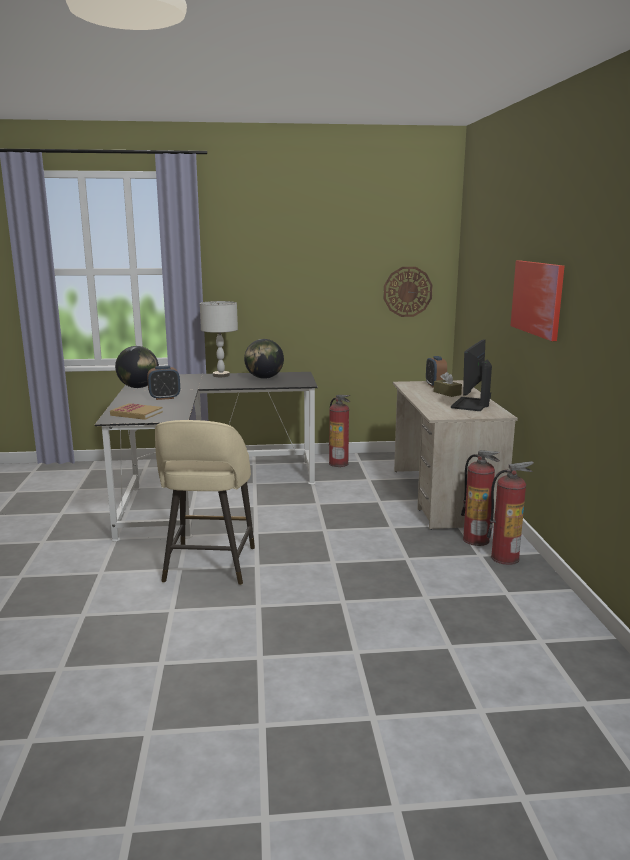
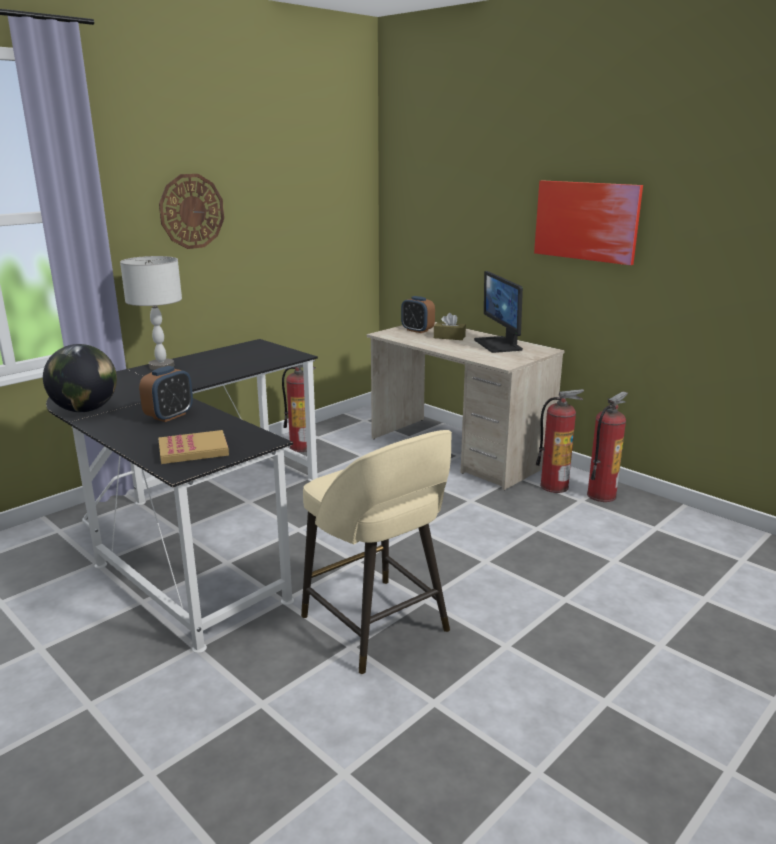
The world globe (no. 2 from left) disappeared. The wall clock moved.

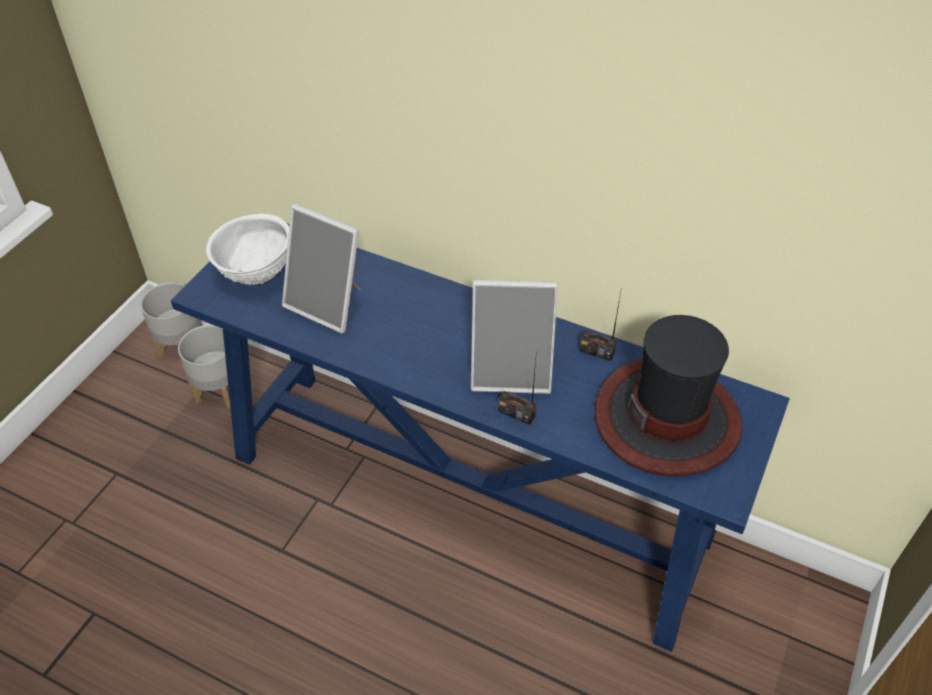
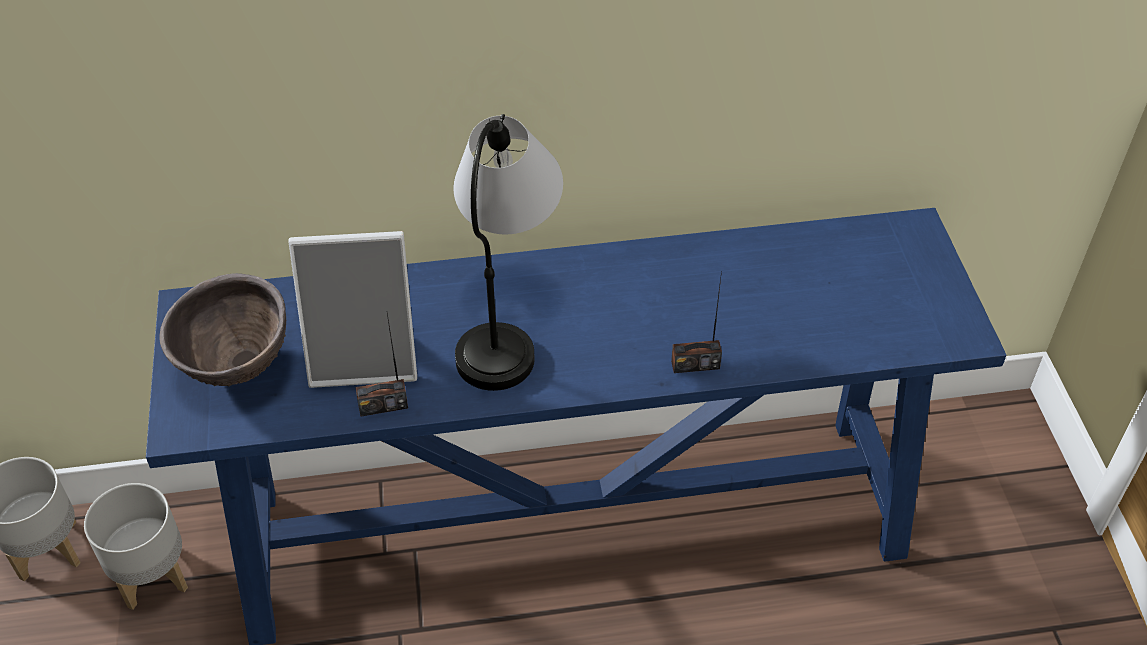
The photo frame (no. 2 from left) disappeared. The clothing hat disappeared. The table lamp appeared. The radio (no. 2 from left in the first image) moved. The white serving bowl became the brownish serving bowl.

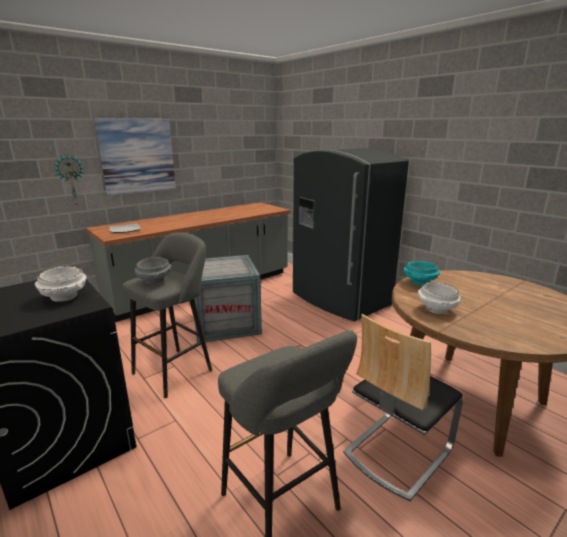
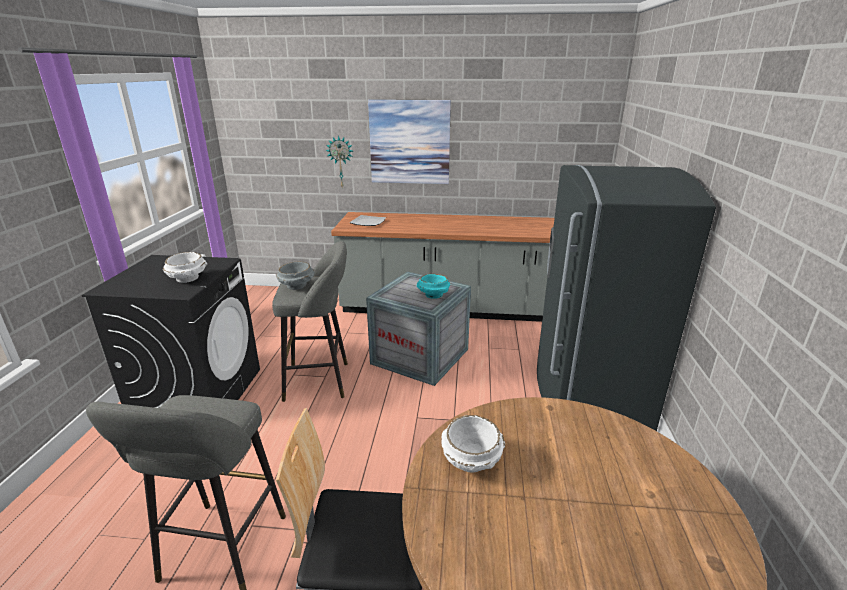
The blue-green serving bowl moved.

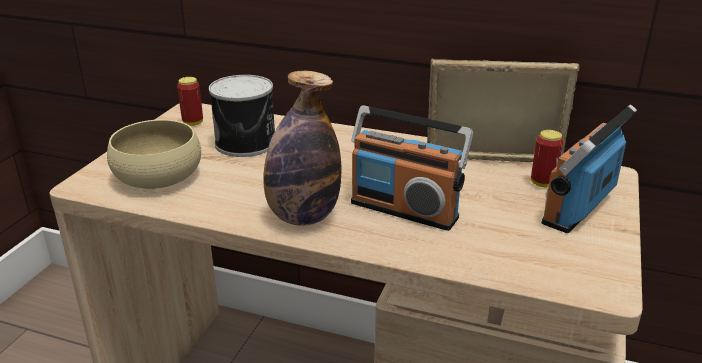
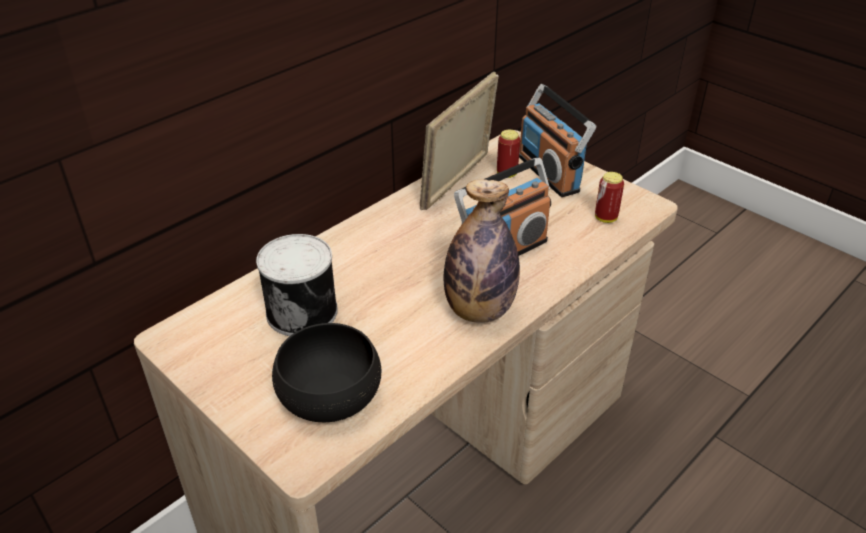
The can (no. 1 from left in the first image) moved. The beige-coloured serving bowl became the blackish serving bowl.

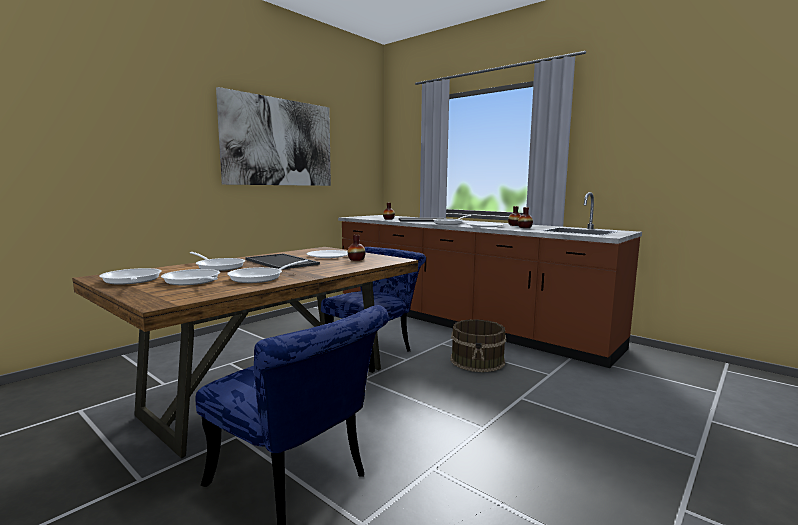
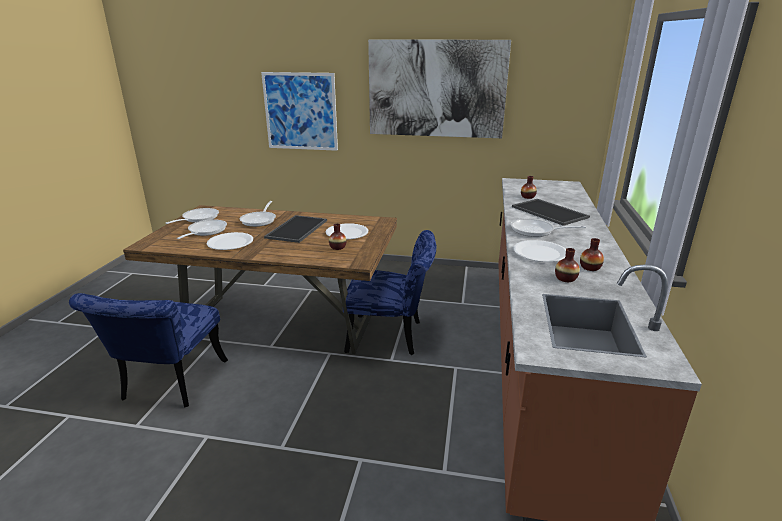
The brownish bucket disappeared. The wall picture (no. 1 from left) appeared. The pan (no. 4 from left) was replaced by the white dinner plate (no. 1 from left).

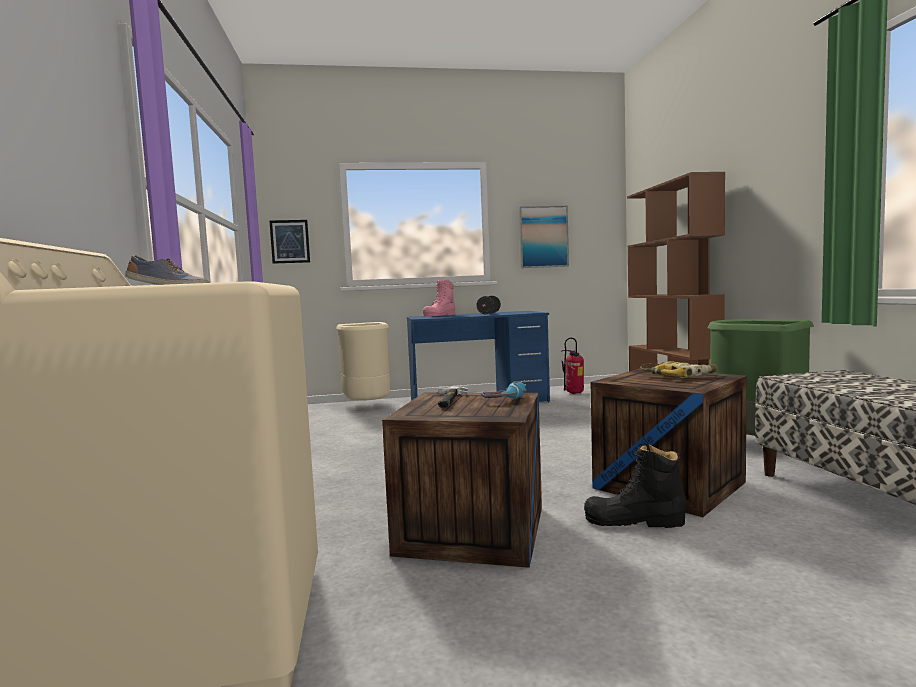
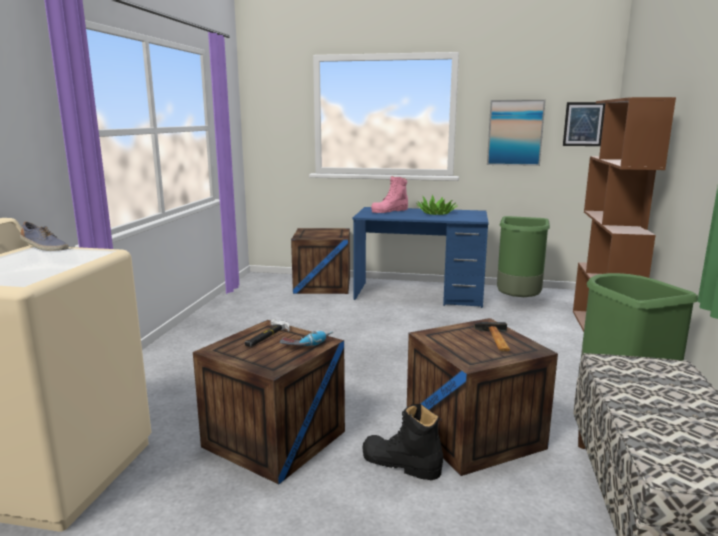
The wall picture (no. 1 from left in the first image) moved. The beige-coloured rubbish bin was replaced by the packing crate (no. 2 from left). The blackish hand weight was replaced by the plant in a pot. The extinguisher was replaced by the green-coloured rubbish bin (no. 1 from left). The power drill (no. 2 from left) was replaced by the tool hammer (no. 2 from left).

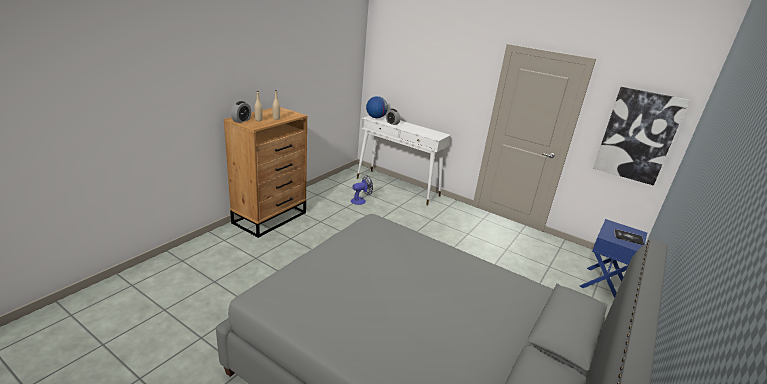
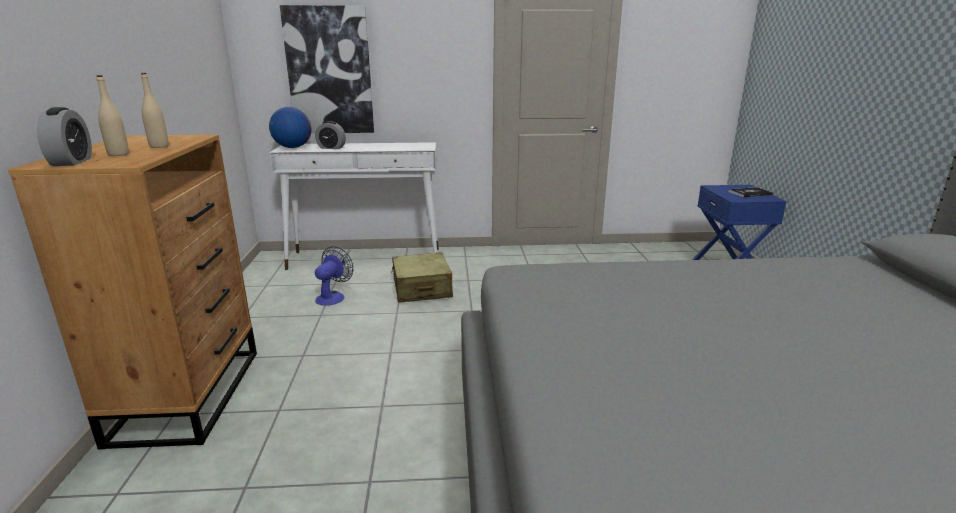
The beige-coloured suitcase appeared. The wall picture moved.

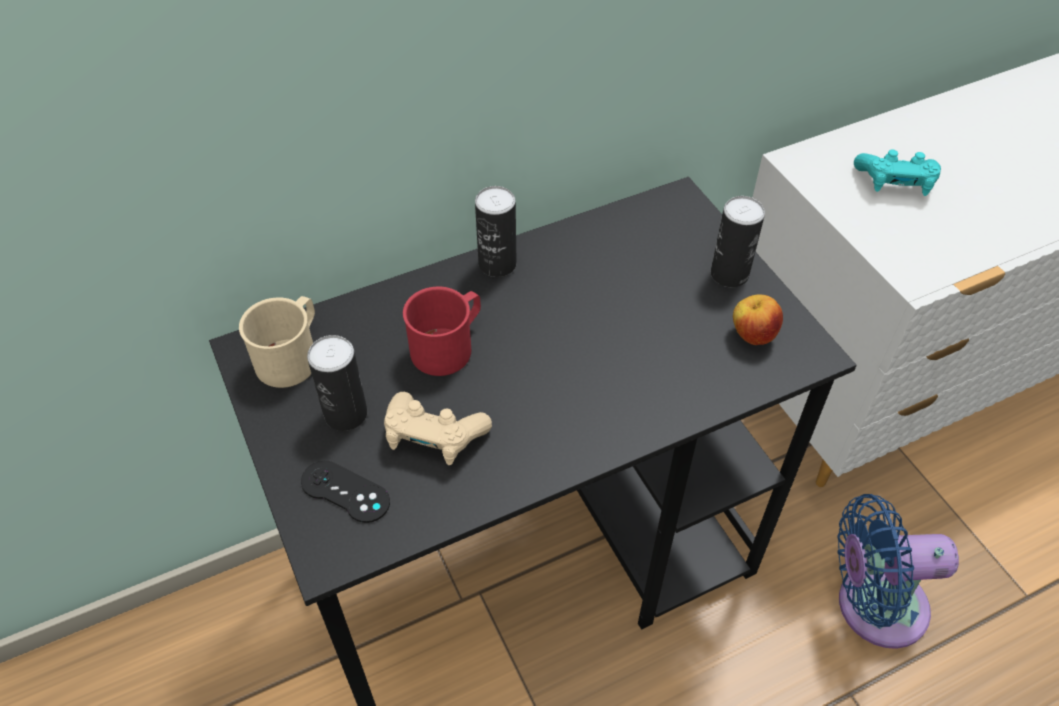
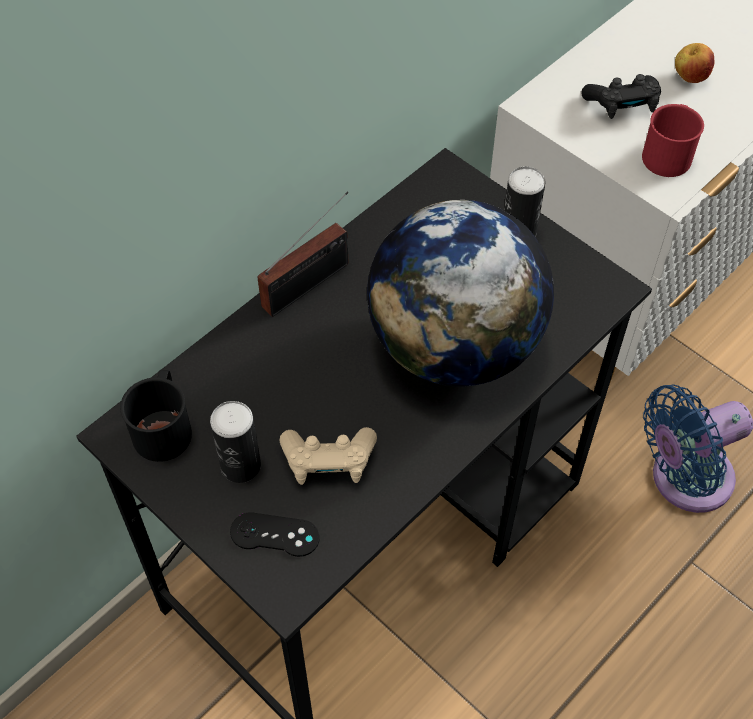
The world globe appeared. The red-coloured coffee mug moved. The whole apple moved. The can (no. 2 from left) was replaced by the radio. The beige-coloured coffee mug became the blackish coffee mug. The blue-green joypad became the blackish joypad (no. 2 from left).

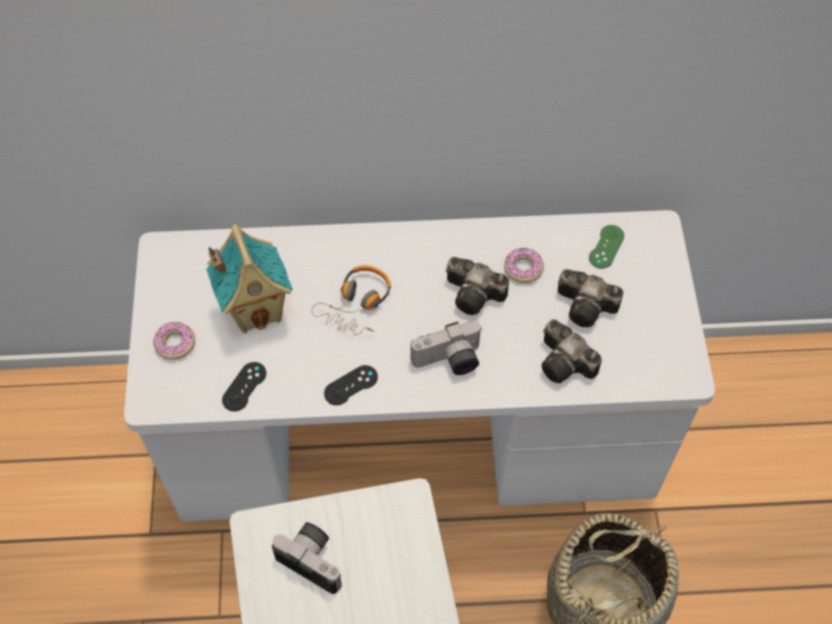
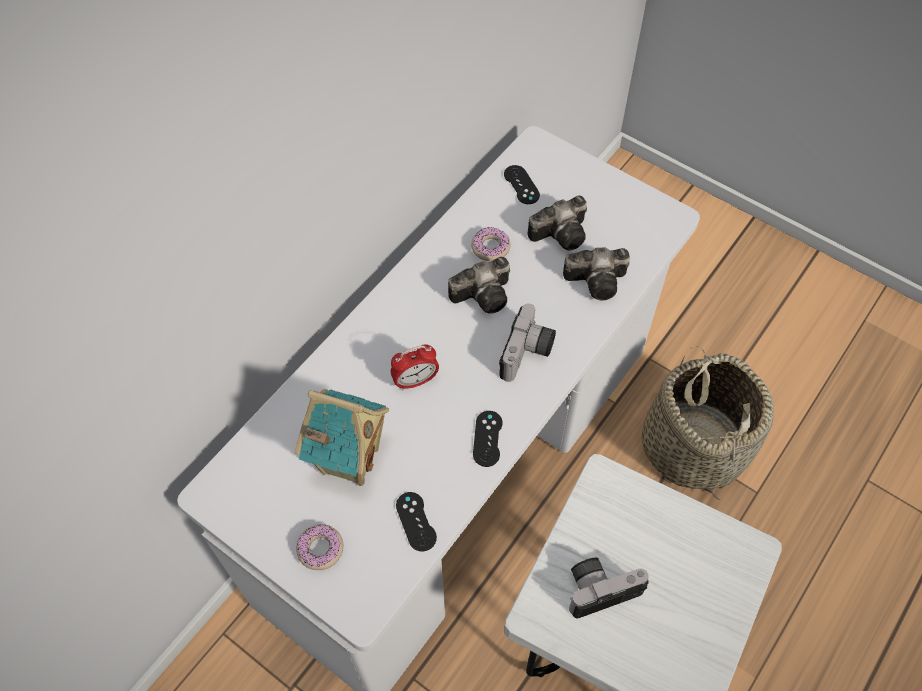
The headset was replaced by the table clock. The green-coloured joypad became the blackish joypad (no. 3 from left).

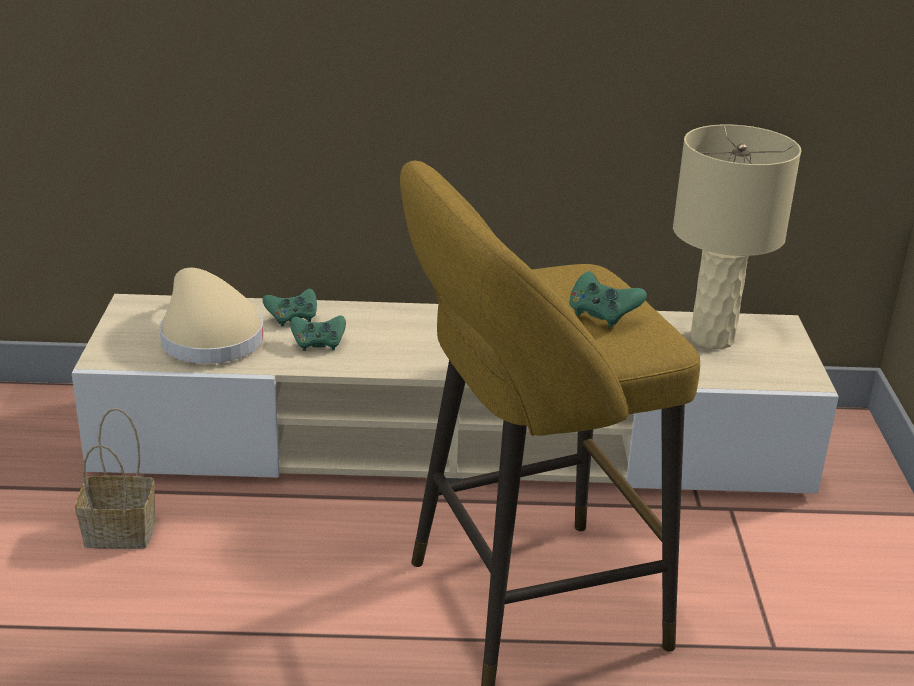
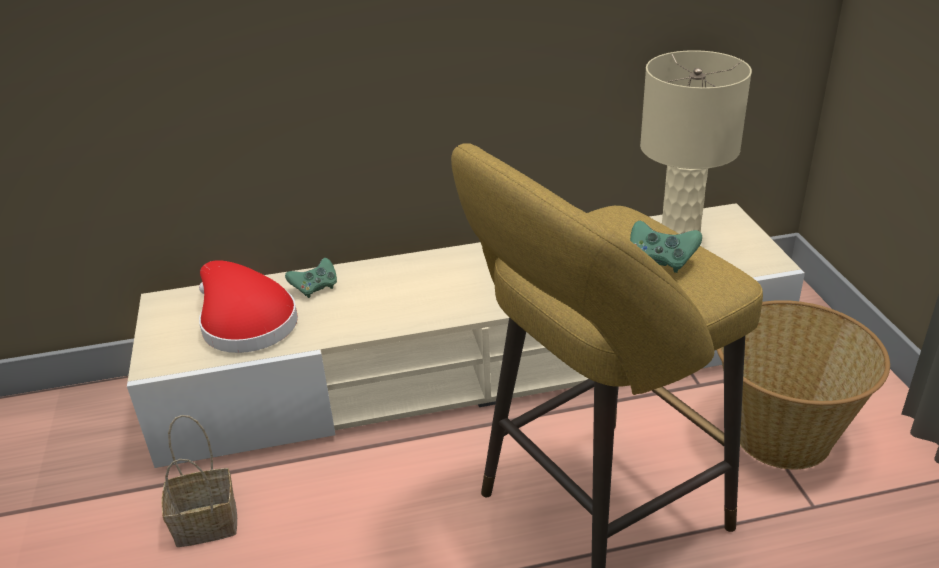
The green-coloured joypad (no. 2 from left) disappeared. The household basket (no. 2 from left) appeared. The beige-coloured clothing hat became the red-coloured clothing hat.

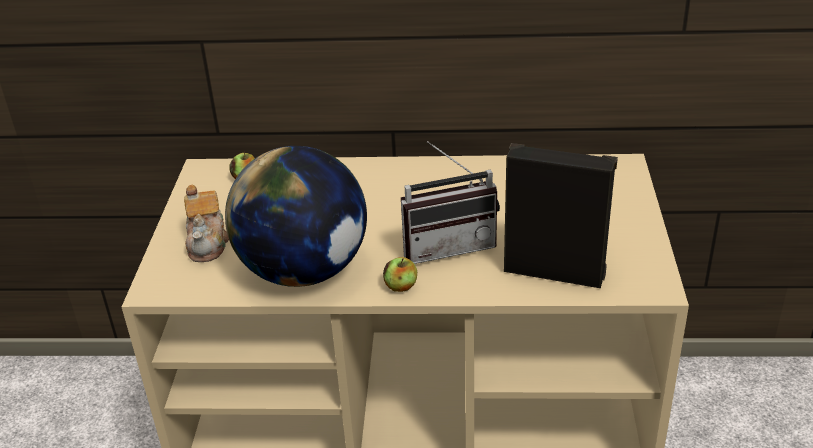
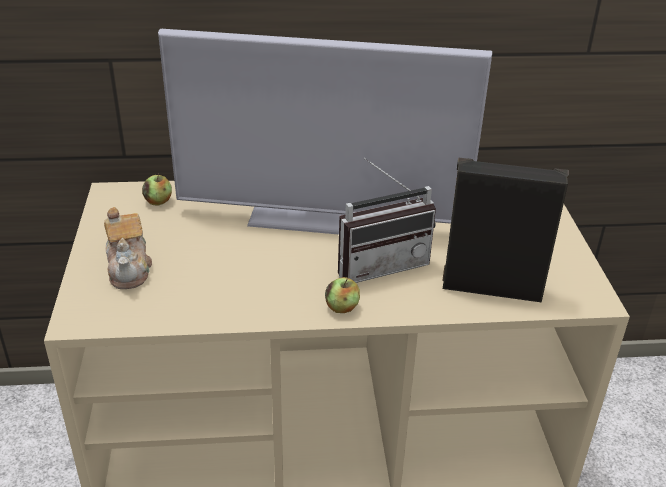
The world globe disappeared. The TV set appeared.

